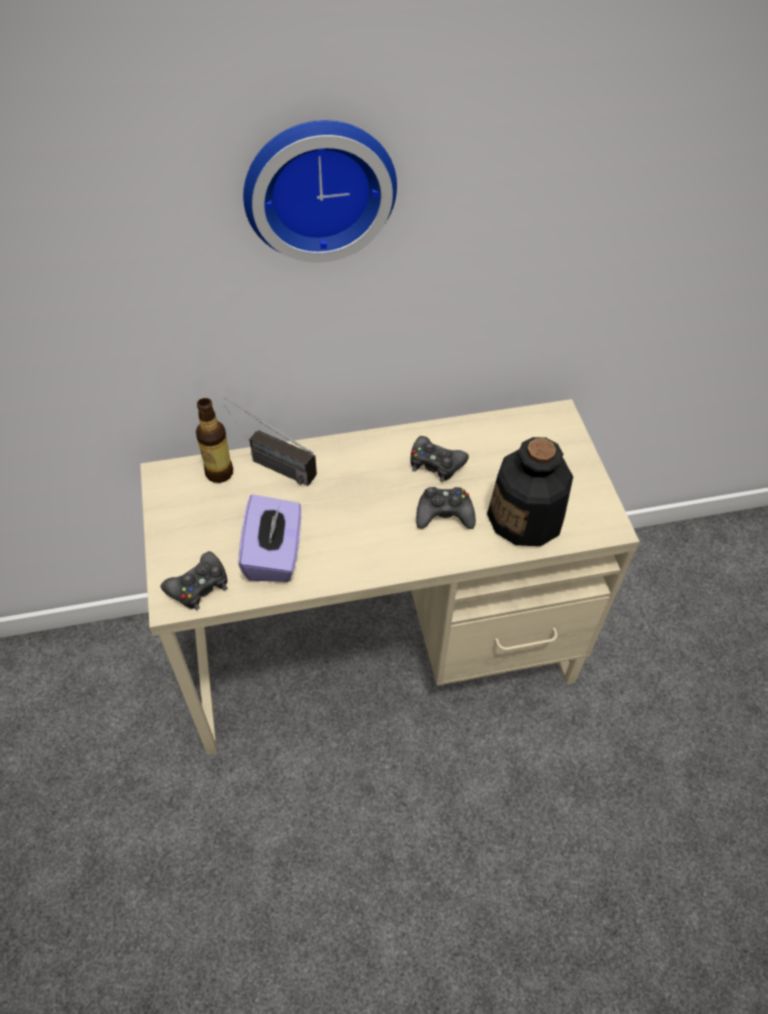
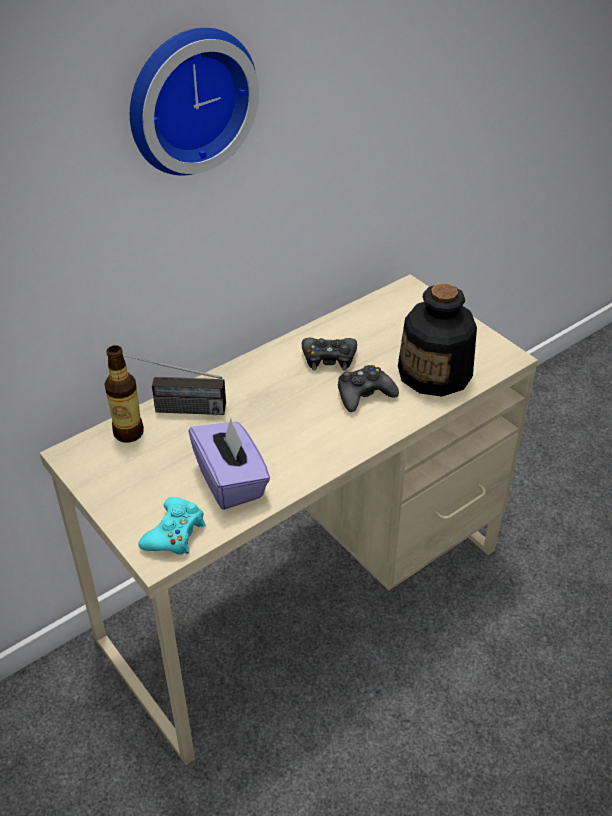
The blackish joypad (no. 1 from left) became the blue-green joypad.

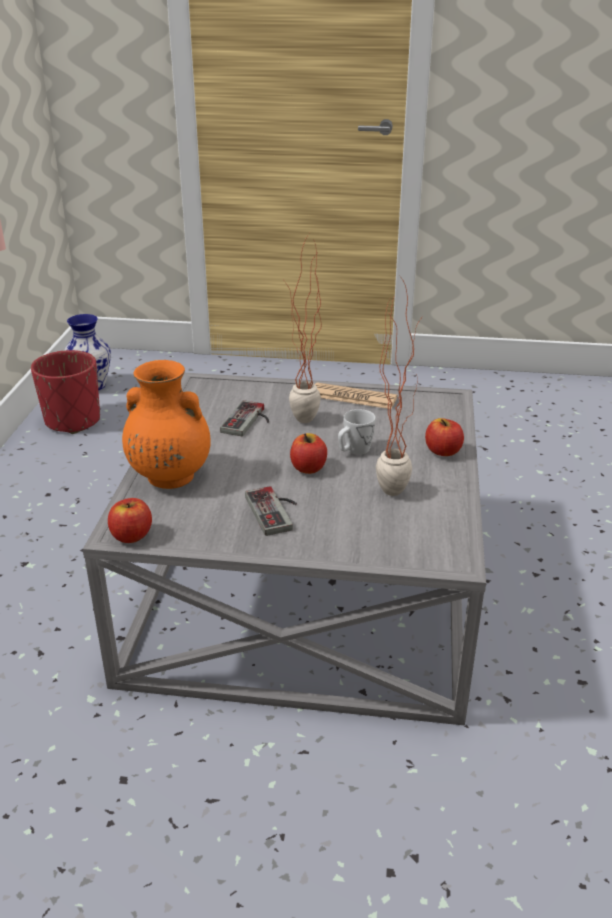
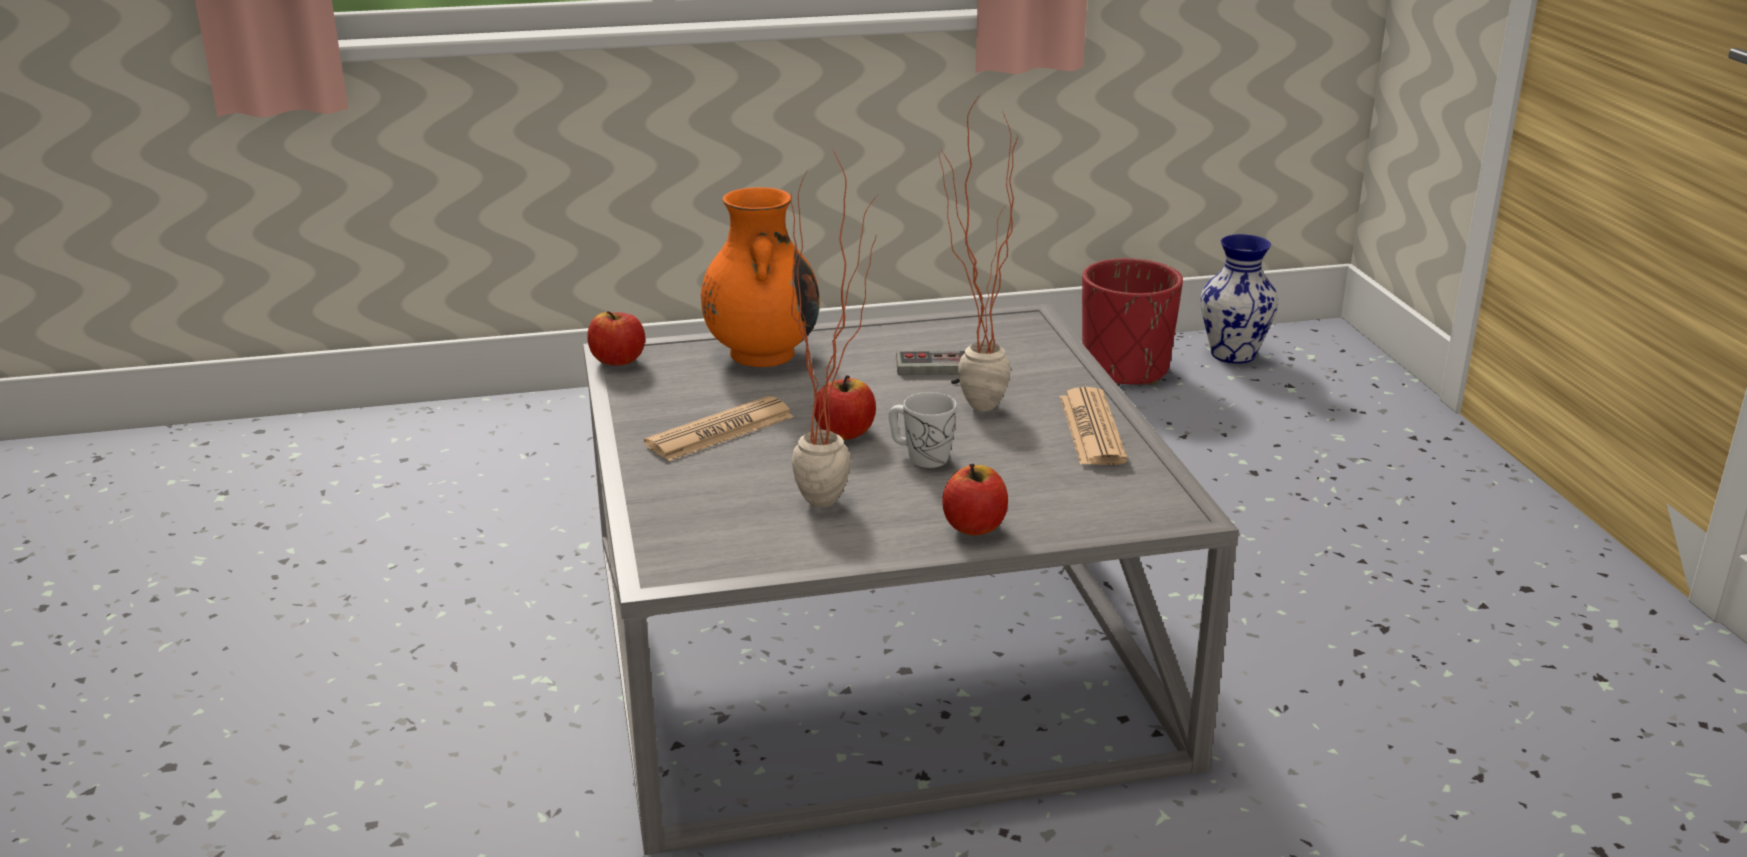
The joypad (no. 2 from left) was replaced by the newspaper (no. 1 from left).

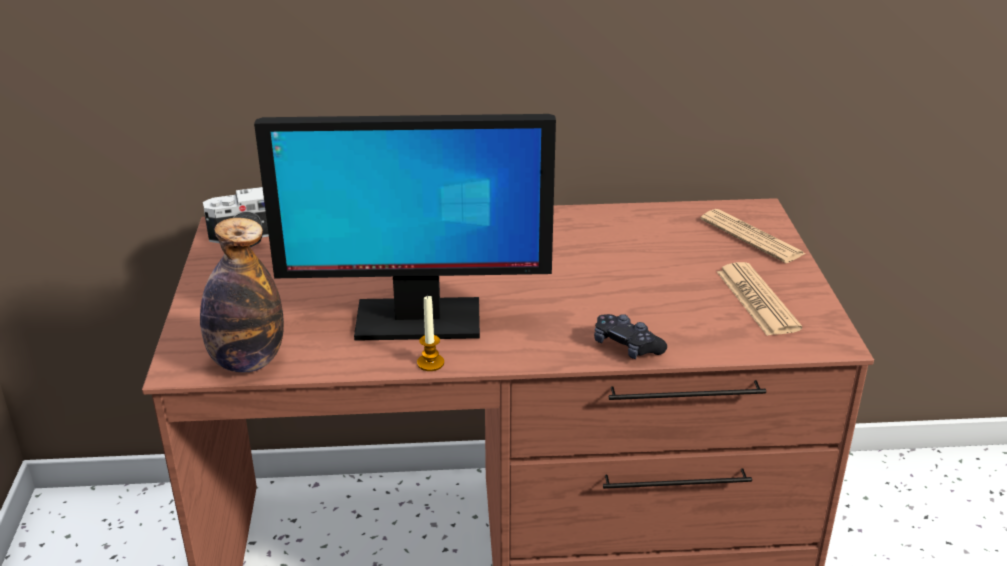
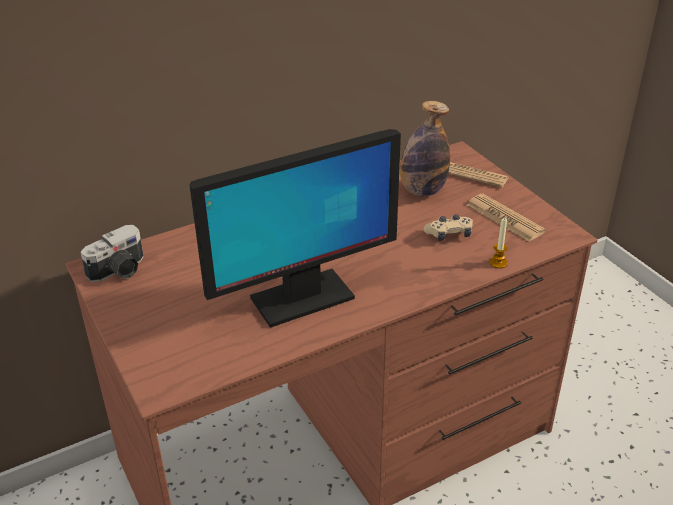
The blackish joypad disappeared. The beige-coloured joypad appeared. The bottle moved. The candle moved.

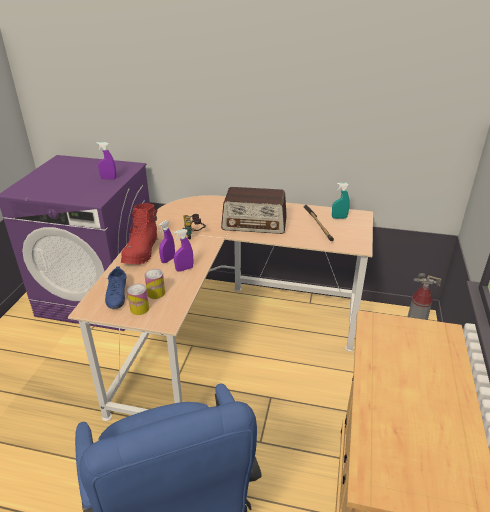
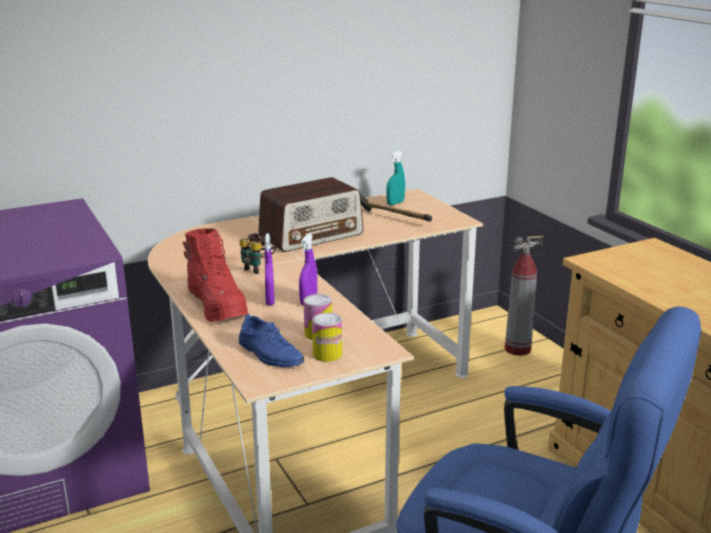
The purplish spray bottle (no. 1 from left) disappeared.

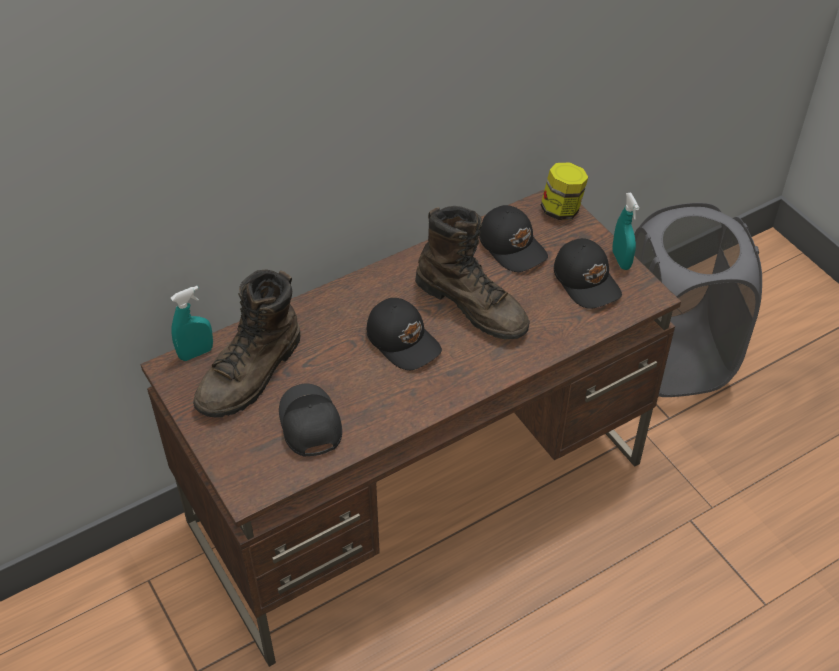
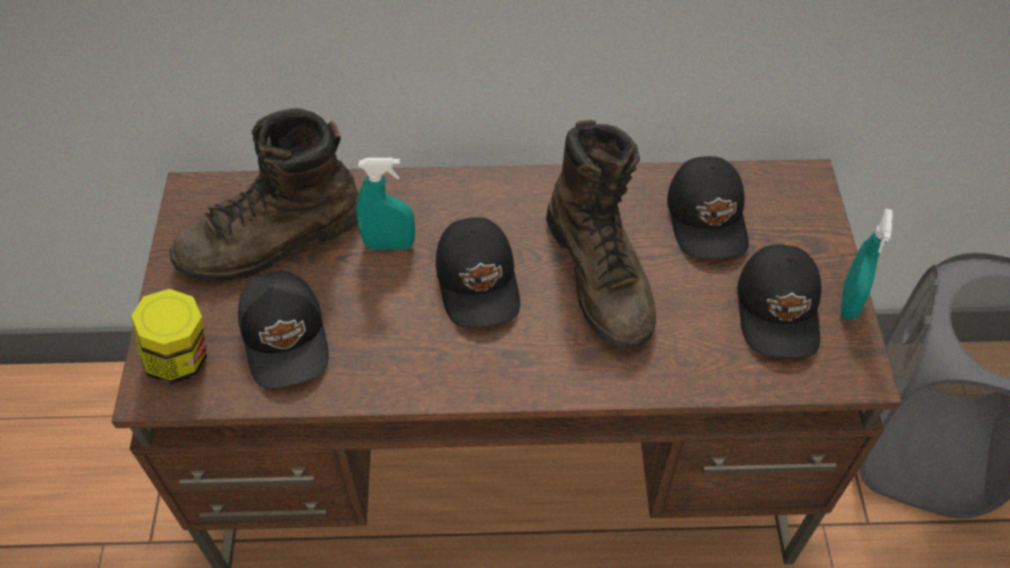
The blue-green spray bottle (no. 1 from left) moved. The jar moved. The blackish cap (no. 1 from left) turned 150 degrees clockwise.

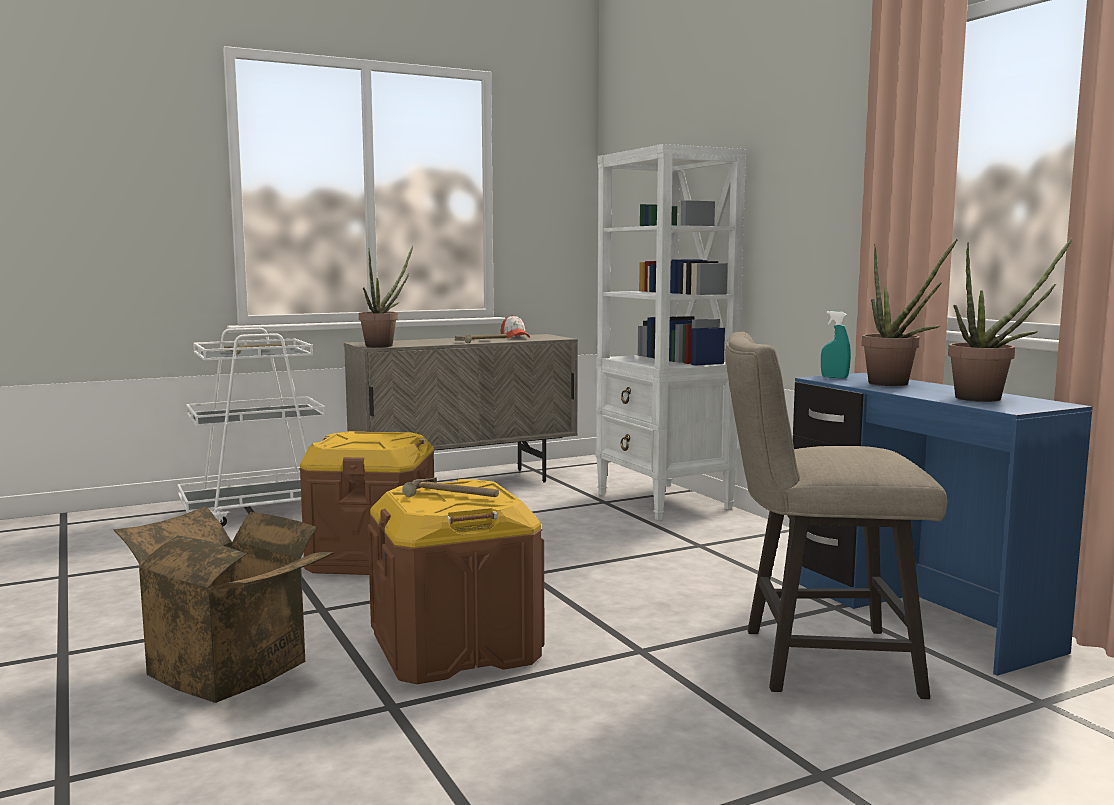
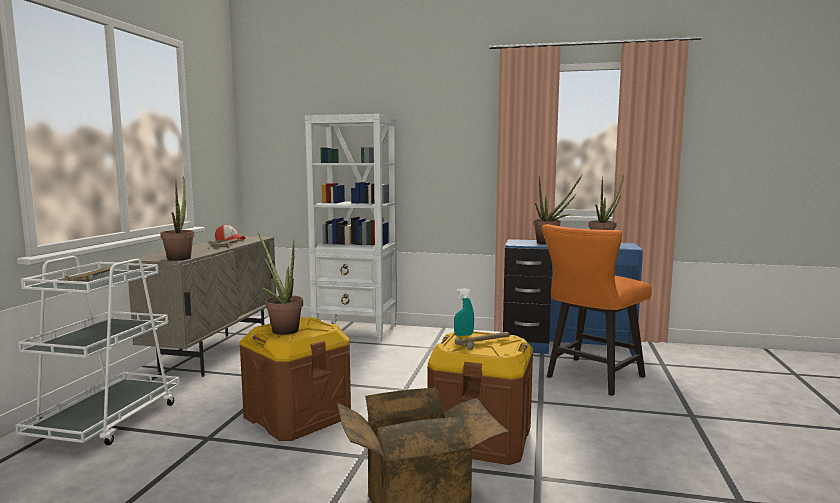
The plant in a pot (no. 2 from left) appeared. The blue-green spray bottle moved. The beige-coloured stool seat became the orange-coloured stool seat.

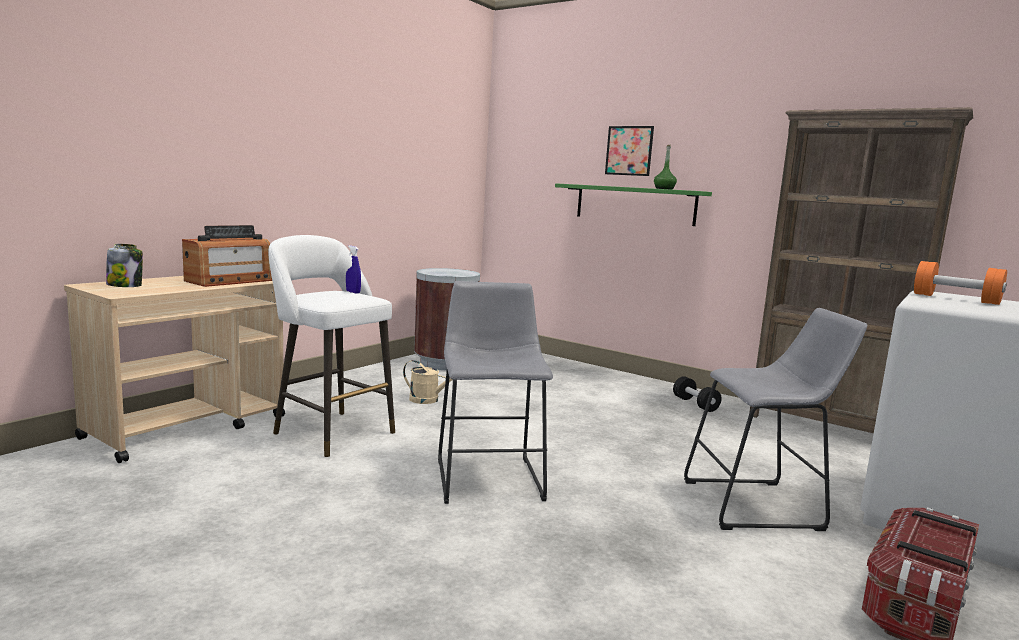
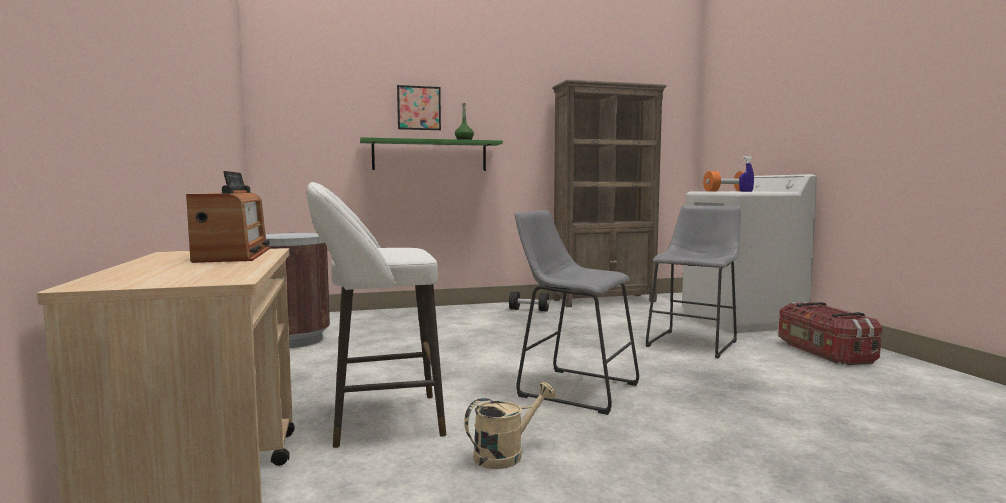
The jar disappeared. The blue-coloured spray bottle moved. The beige-coloured watering pot moved.

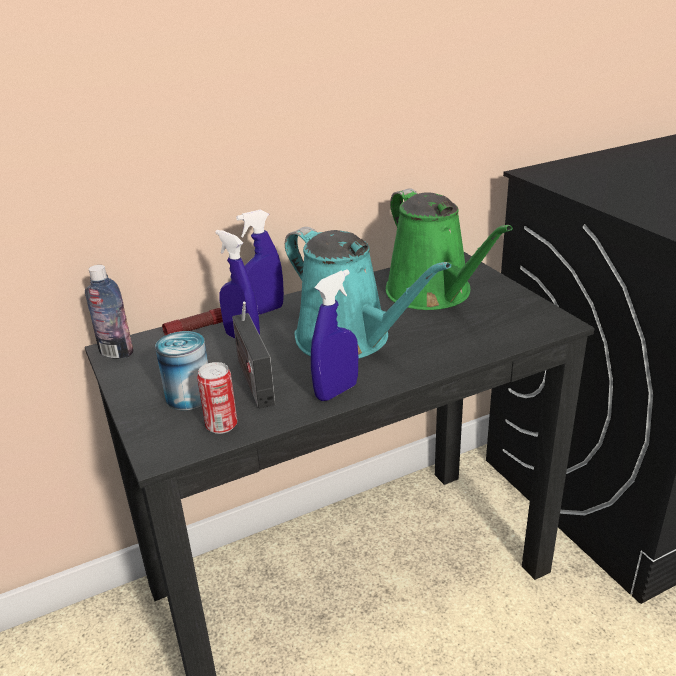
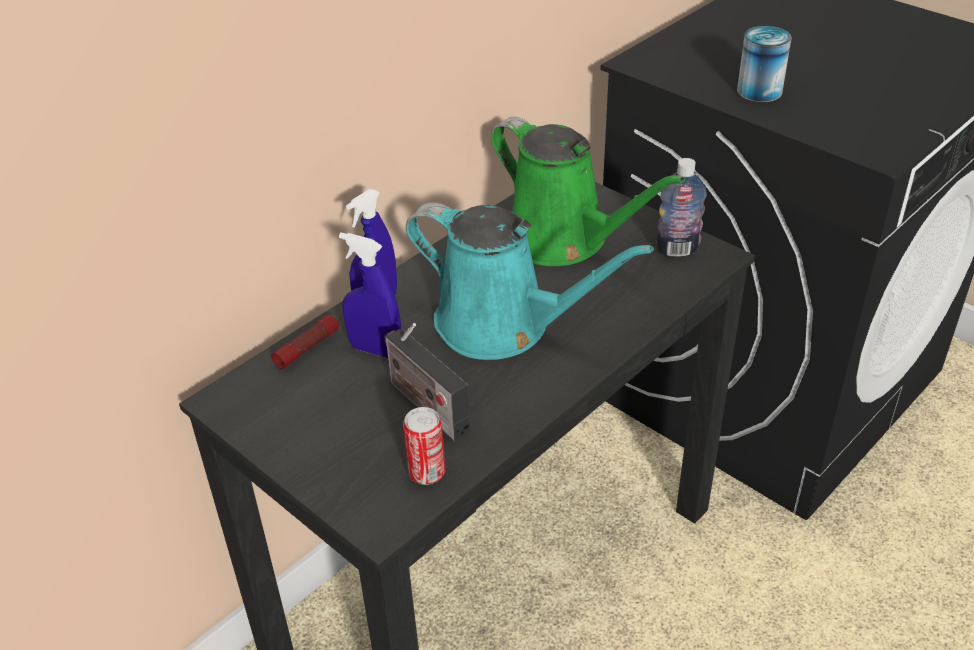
The blue-coloured spray bottle (no. 3 from left) disappeared. The bottle moved. The can (no. 1 from left in the first image) moved.

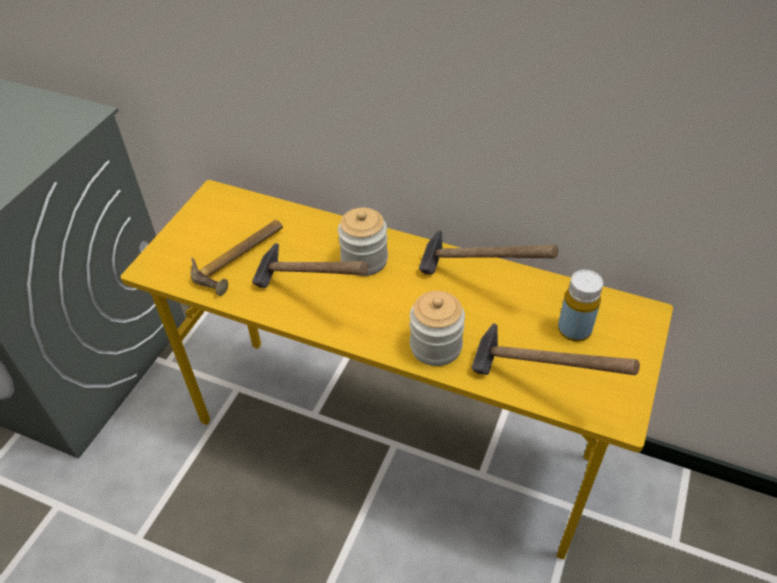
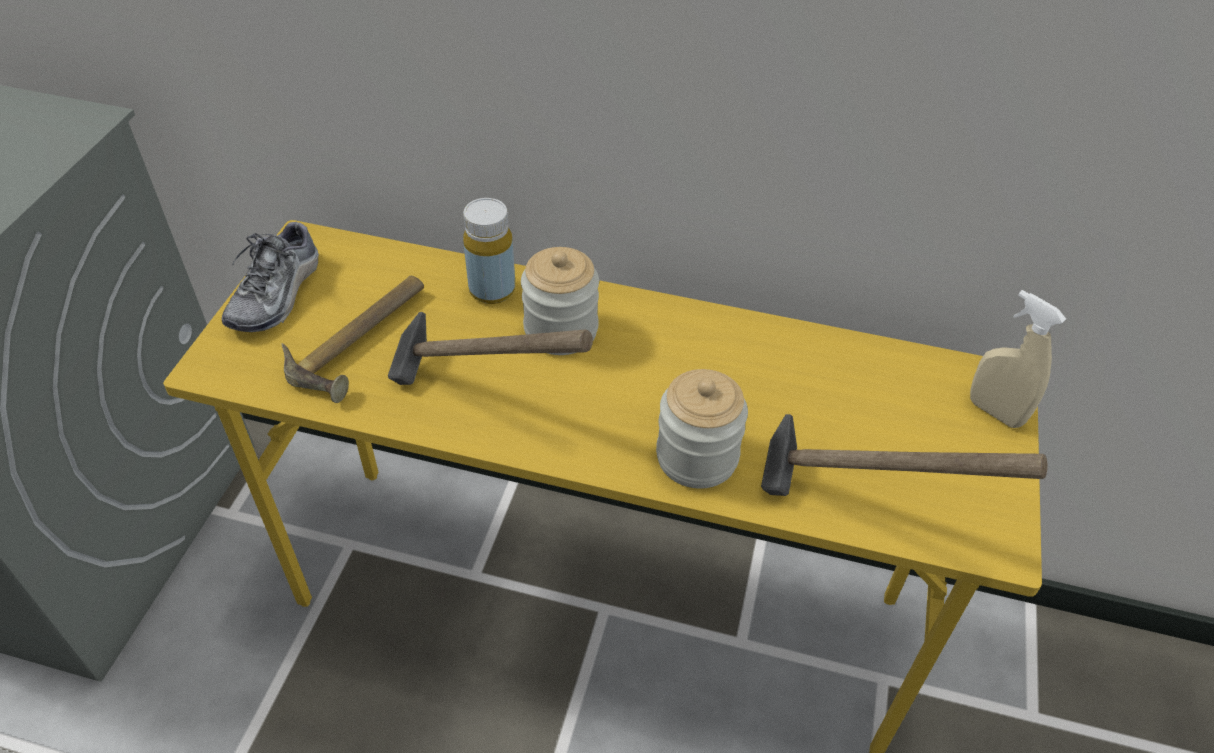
The tool hammer (no. 3 from left) disappeared. The shoe appeared. The beige-coloured spray bottle appeared. The yellow-coloured bottle moved.

